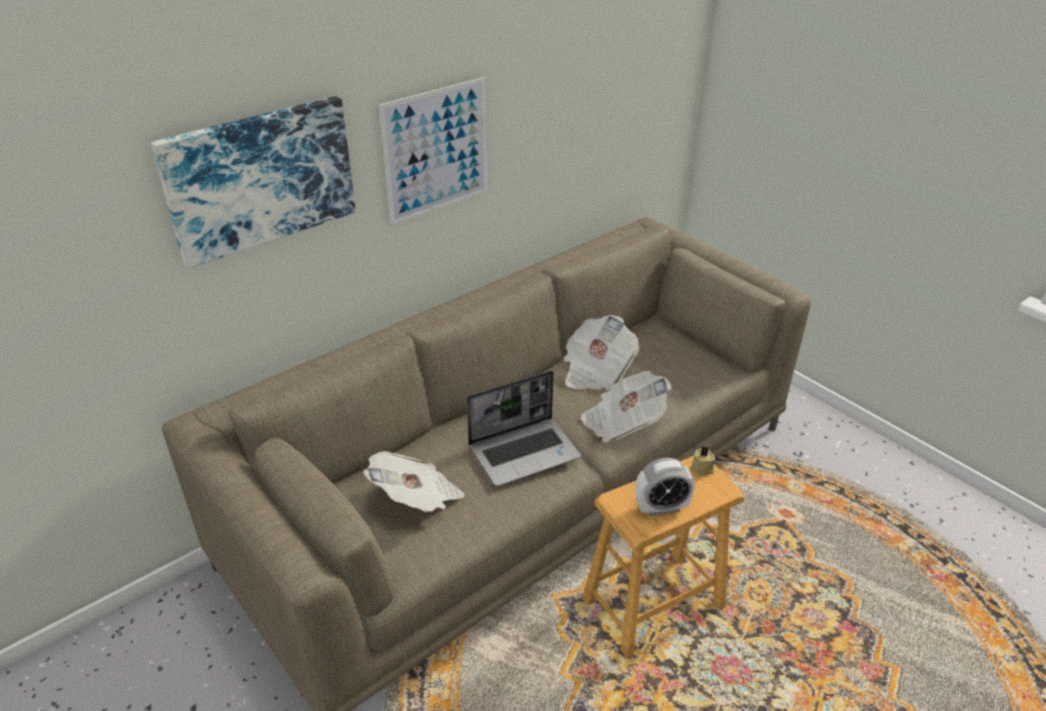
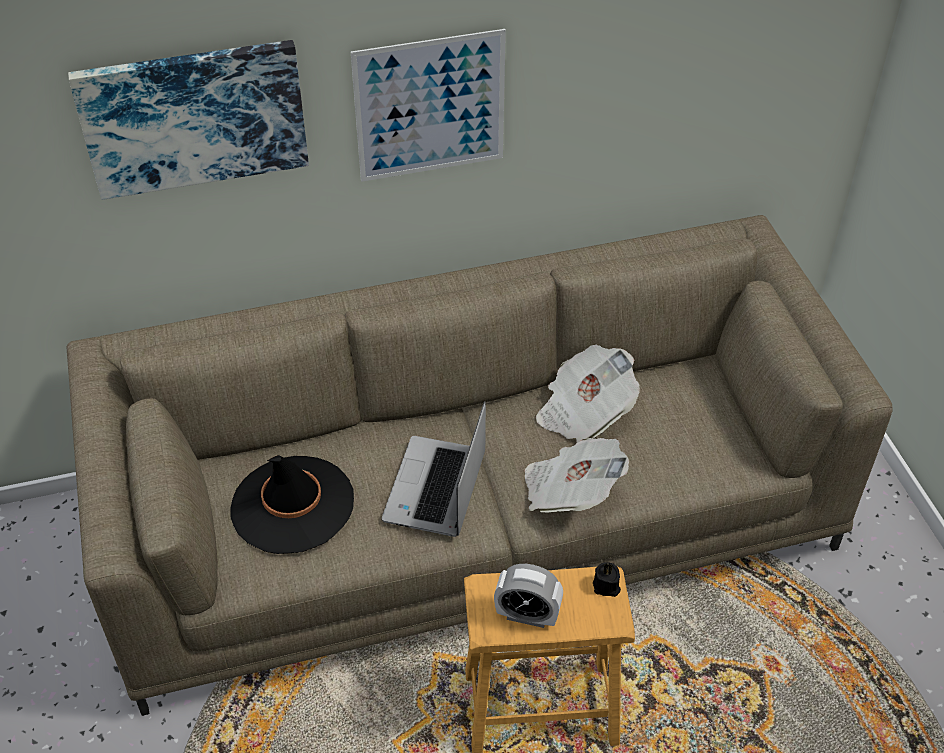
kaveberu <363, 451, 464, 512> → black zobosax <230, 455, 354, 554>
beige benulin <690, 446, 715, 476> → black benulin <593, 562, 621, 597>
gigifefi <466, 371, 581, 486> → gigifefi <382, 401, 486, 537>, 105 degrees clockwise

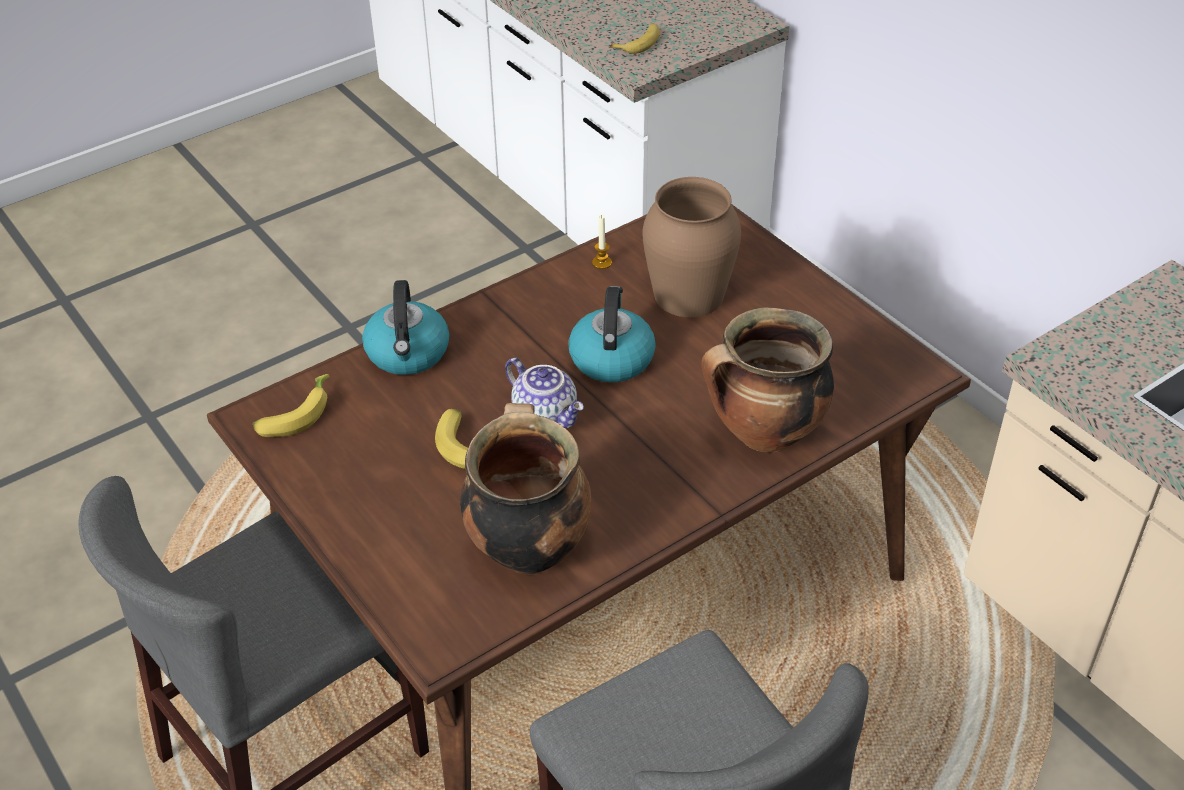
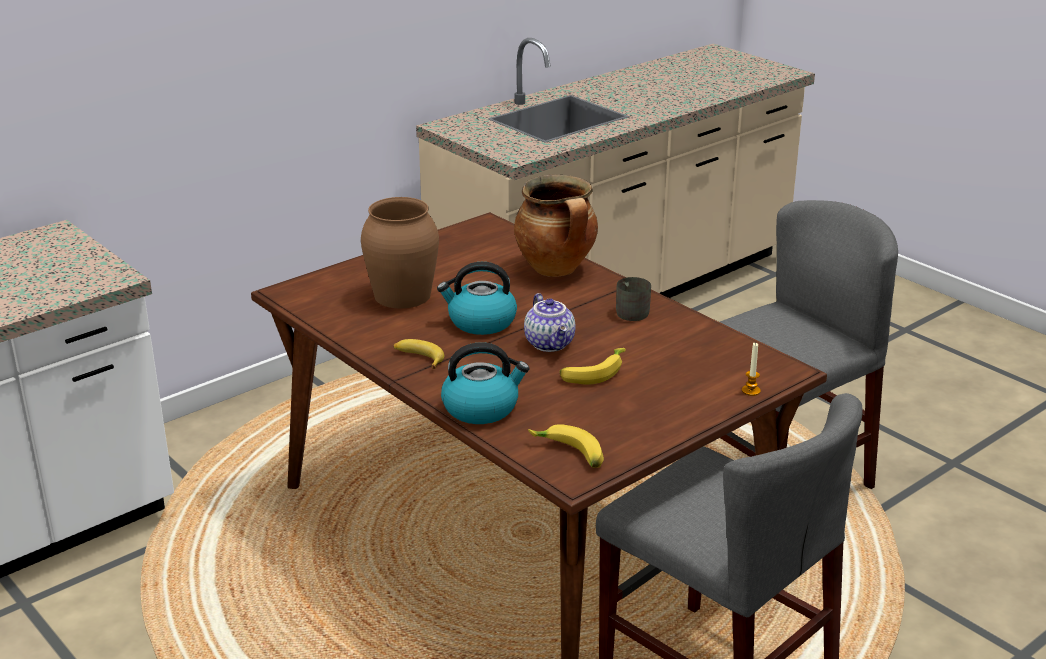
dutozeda <460, 403, 592, 574> → -
- → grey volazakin <616, 277, 651, 321>
benulin <592, 215, 612, 269> → benulin <742, 343, 761, 396>, relocated
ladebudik <610, 23, 660, 54> → ladebudik <393, 339, 444, 369>, relocated
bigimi <505, 358, 584, 429> → bigimi <524, 293, 576, 352>, 120 degrees clockwise

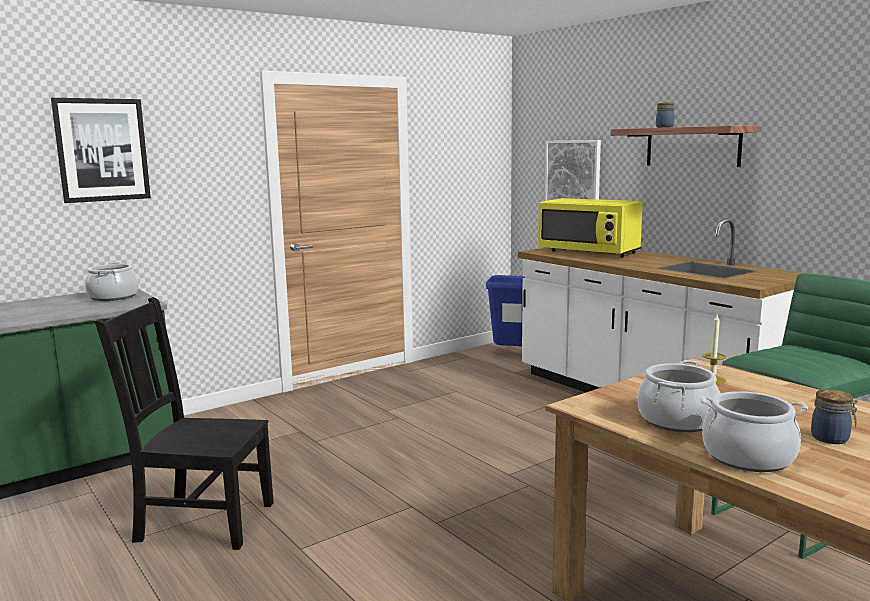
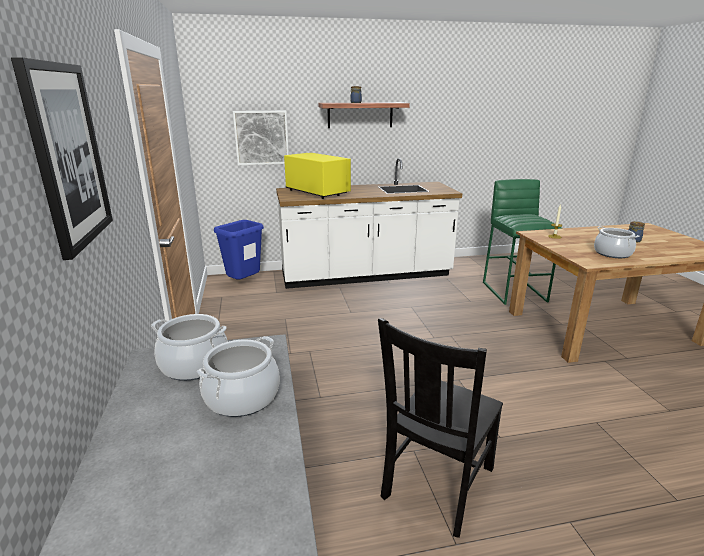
dutozeda <700, 391, 808, 472> → dutozeda <197, 336, 280, 417>, relocated
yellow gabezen <538, 198, 643, 257> → yellow gabezen <284, 153, 351, 199>, 105 degrees counterclockwise

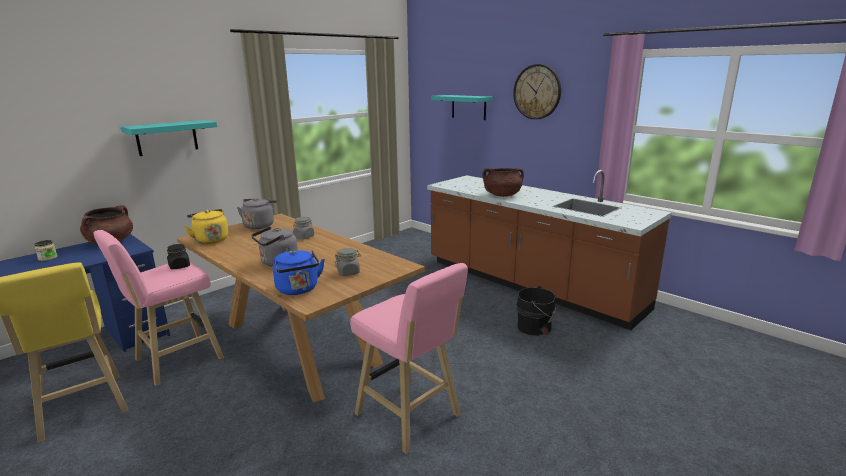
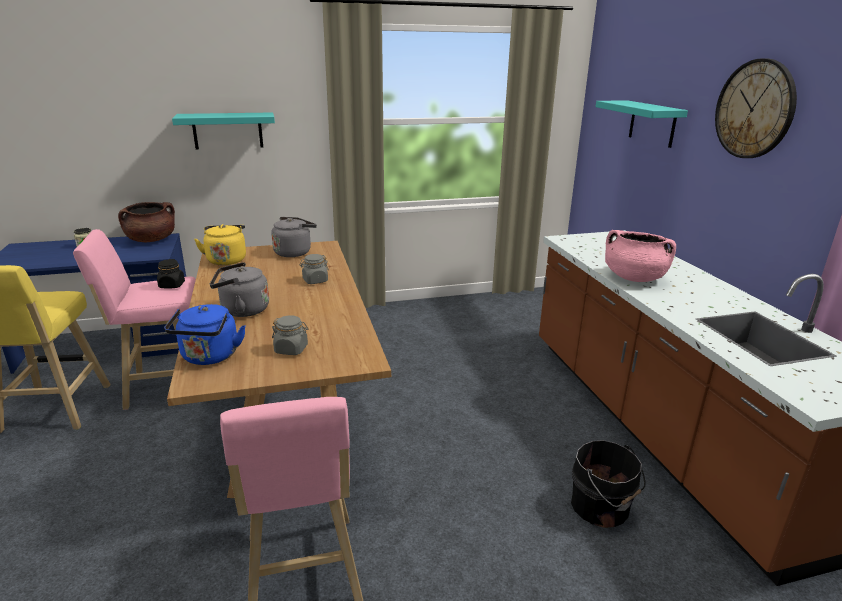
brown dutozeda <483, 168, 524, 197> → pink dutozeda <605, 230, 676, 282>

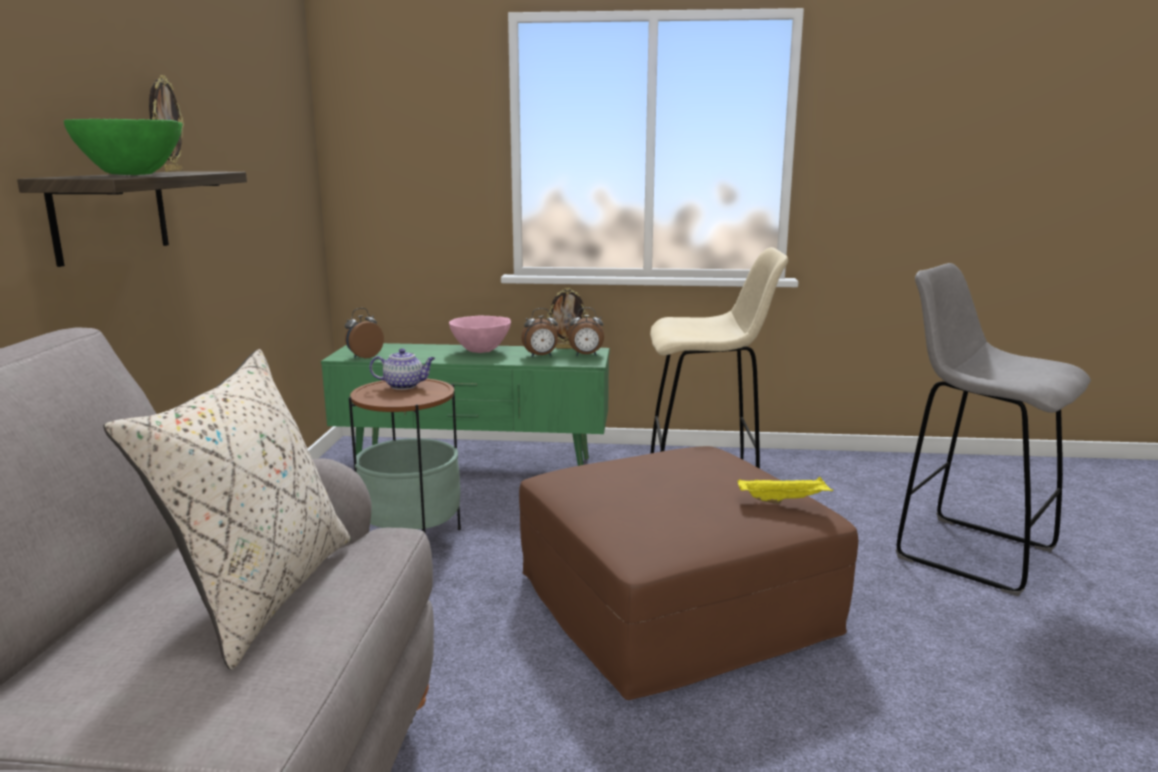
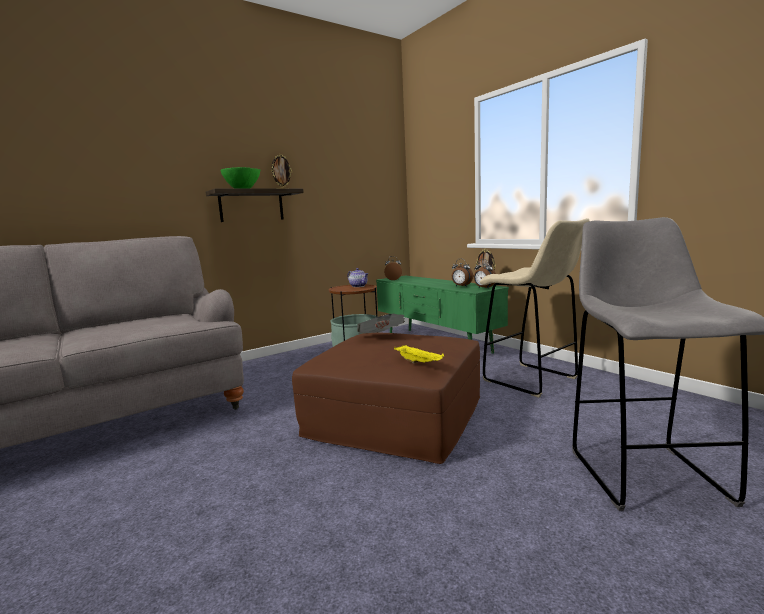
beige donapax <103, 349, 351, 670> → -
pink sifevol <449, 315, 511, 353> → -
- → kaveberu <357, 314, 405, 333>

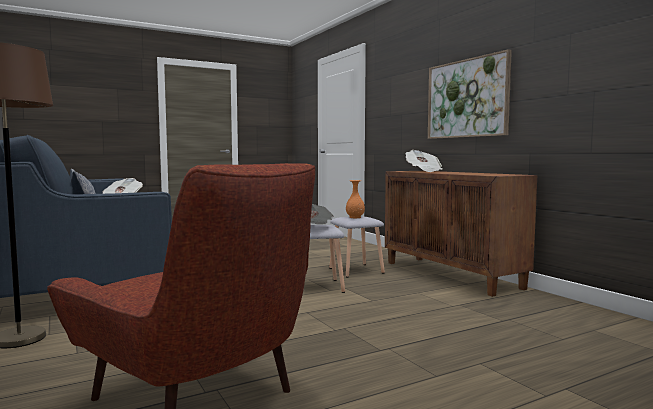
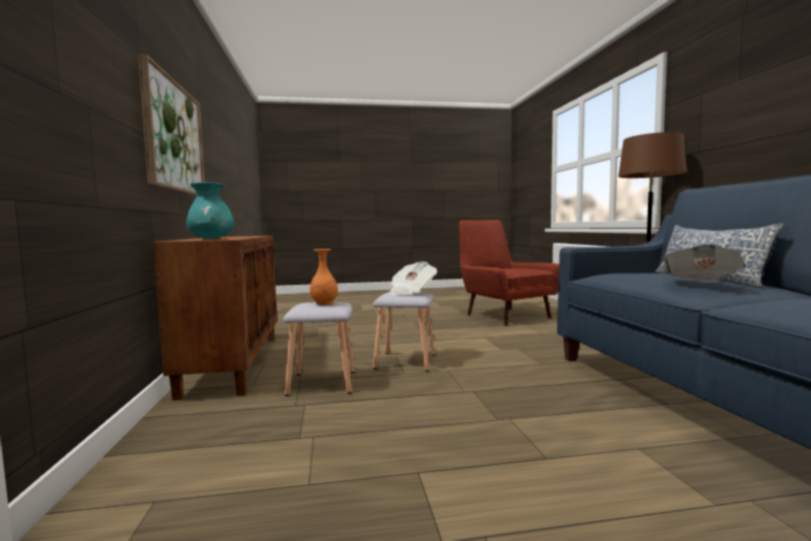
kaveberu <405, 150, 443, 172> → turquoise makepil <186, 182, 234, 239>

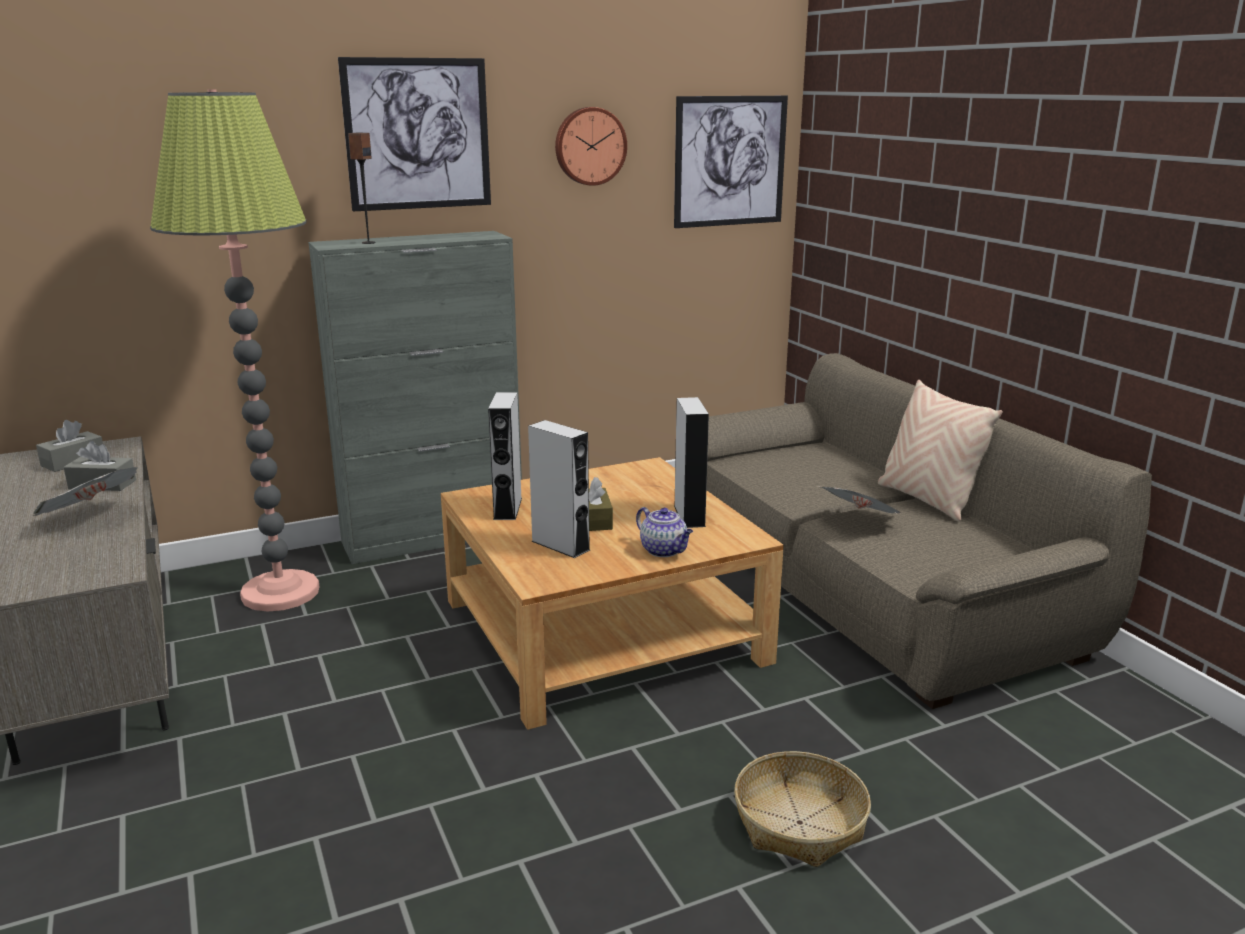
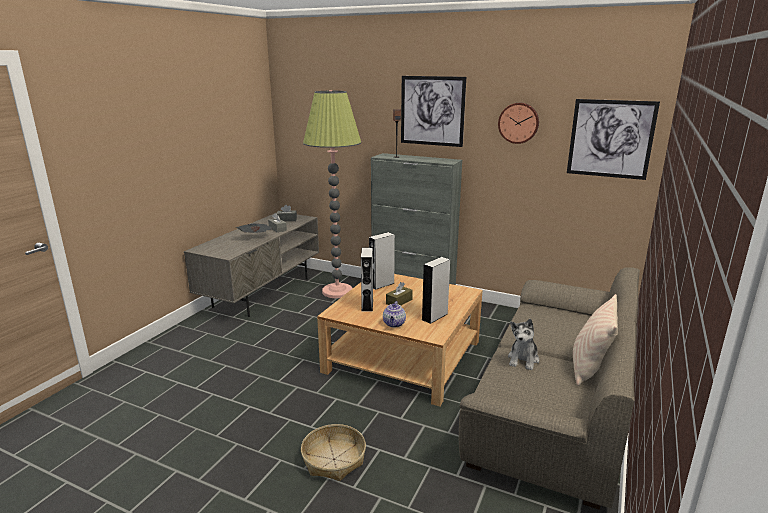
kaveberu <817, 486, 901, 513> → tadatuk <508, 319, 539, 370>

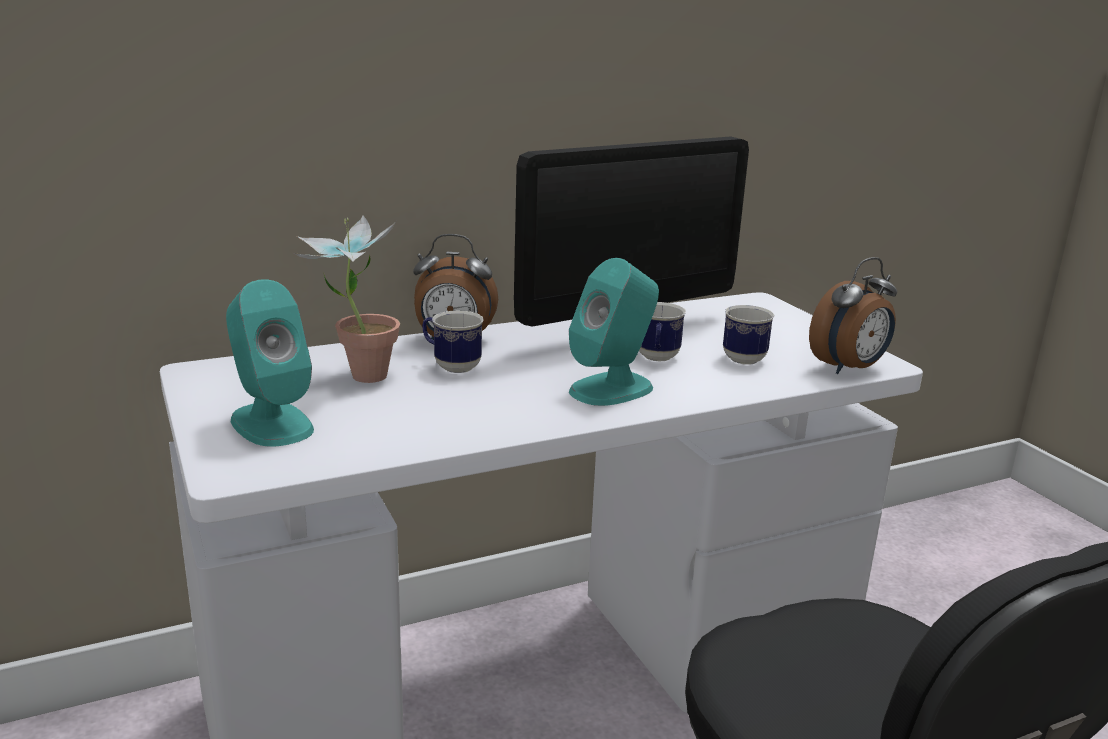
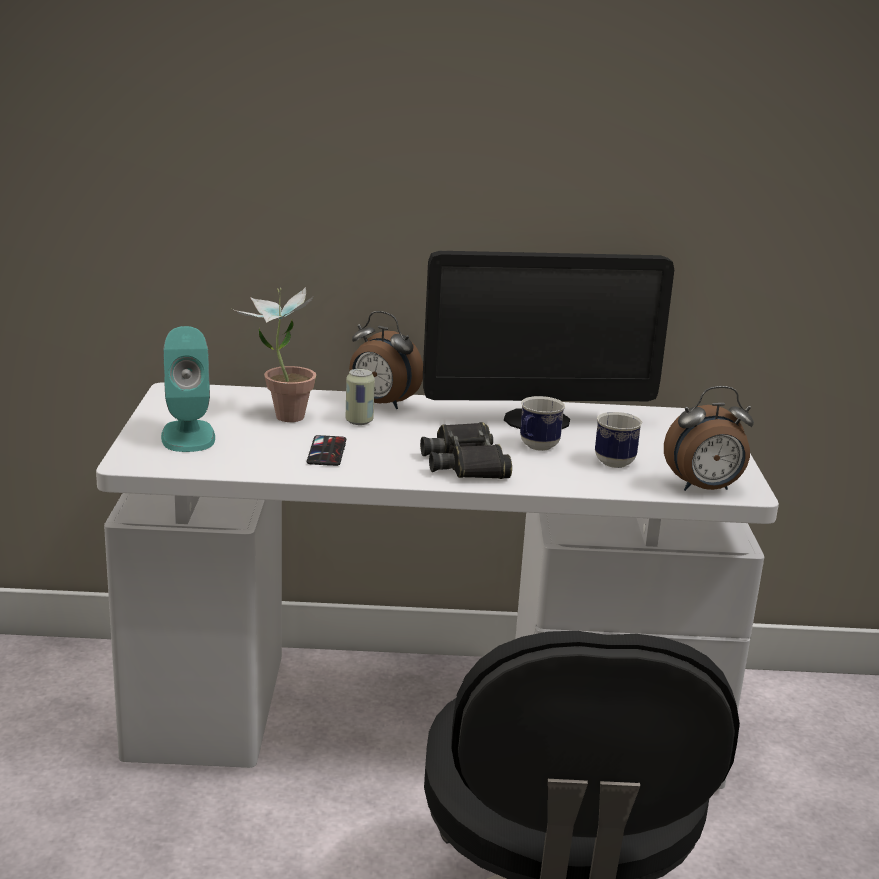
- → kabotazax <307, 435, 346, 466>
volazakin <422, 311, 484, 373> → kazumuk <346, 368, 375, 425>
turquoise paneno <569, 258, 659, 406> → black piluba <420, 422, 512, 479>

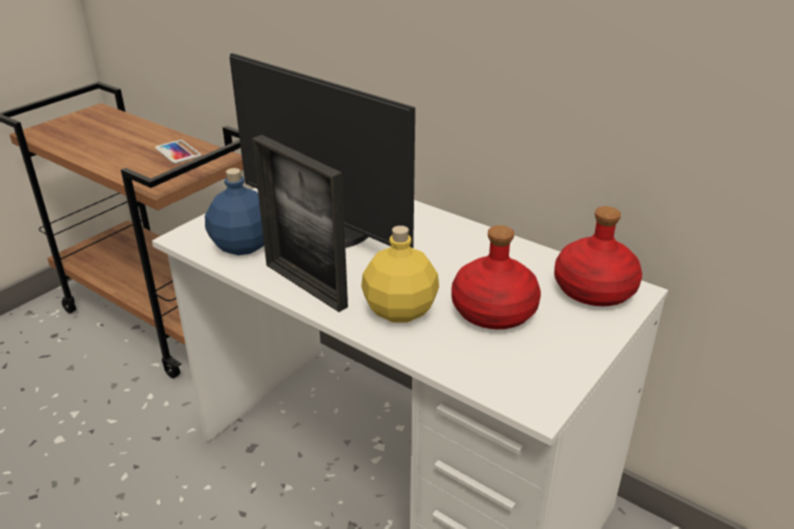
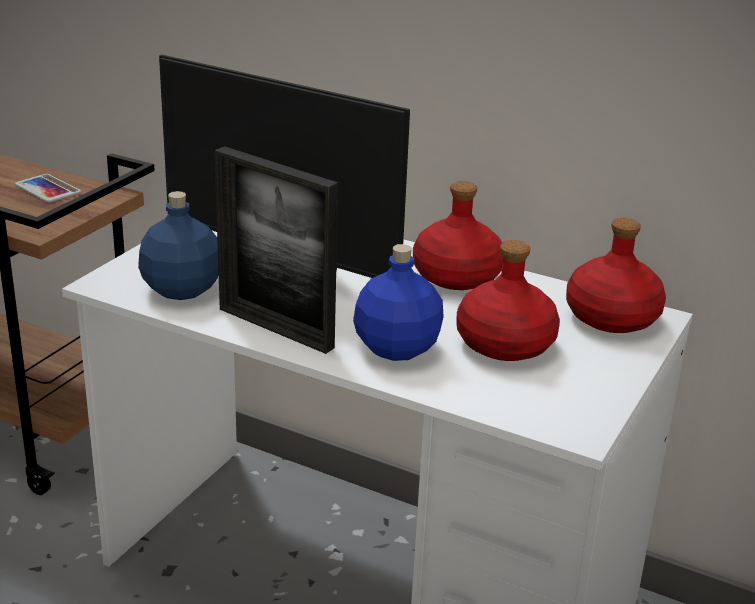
- → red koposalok <413, 181, 503, 290>
yellow koposalok <361, 226, 439, 322> → blue koposalok <353, 244, 444, 361>

